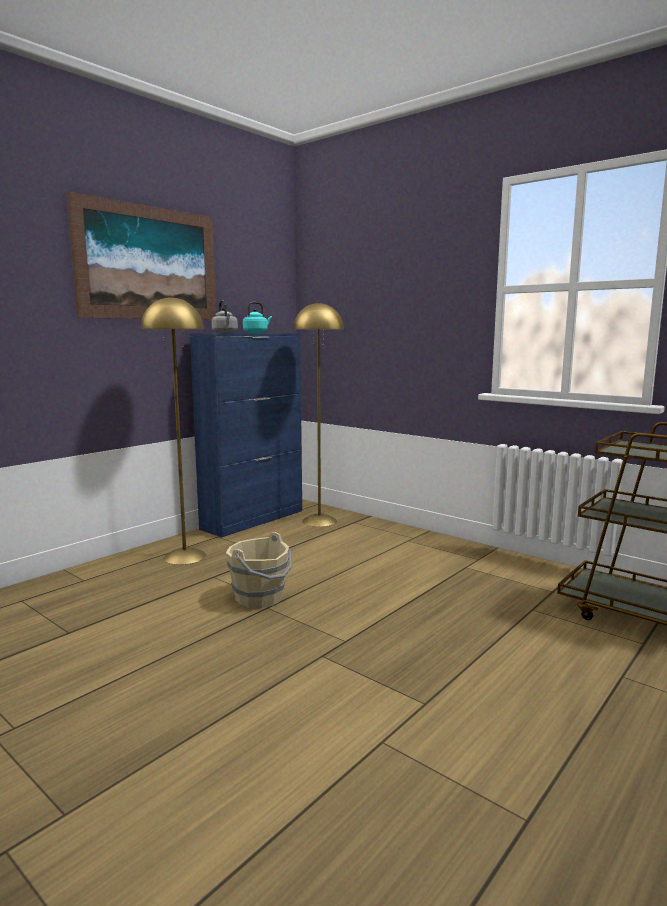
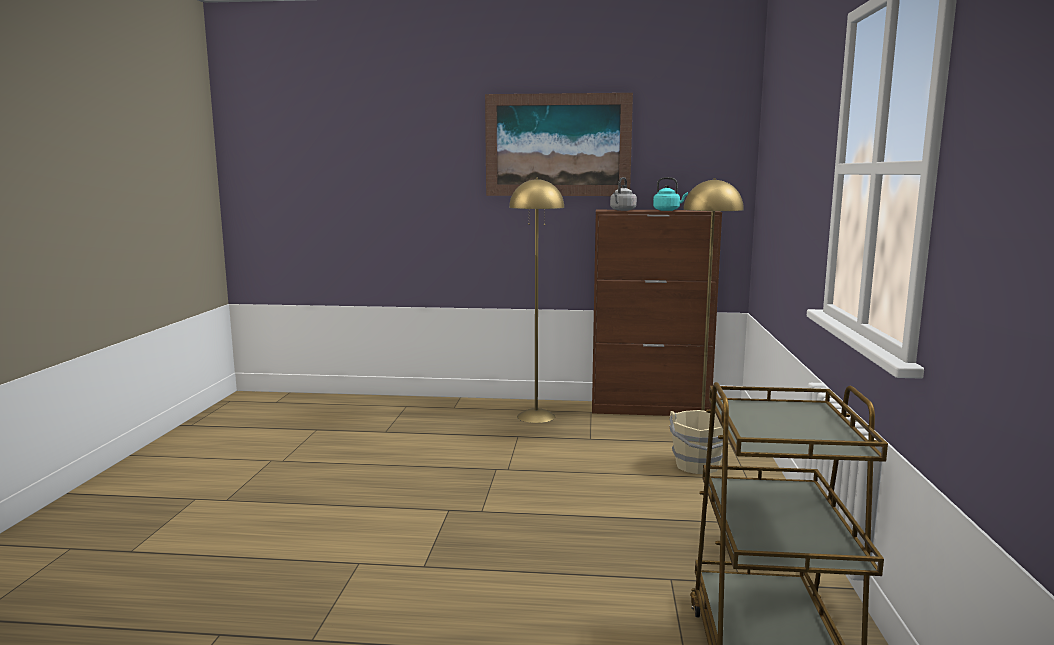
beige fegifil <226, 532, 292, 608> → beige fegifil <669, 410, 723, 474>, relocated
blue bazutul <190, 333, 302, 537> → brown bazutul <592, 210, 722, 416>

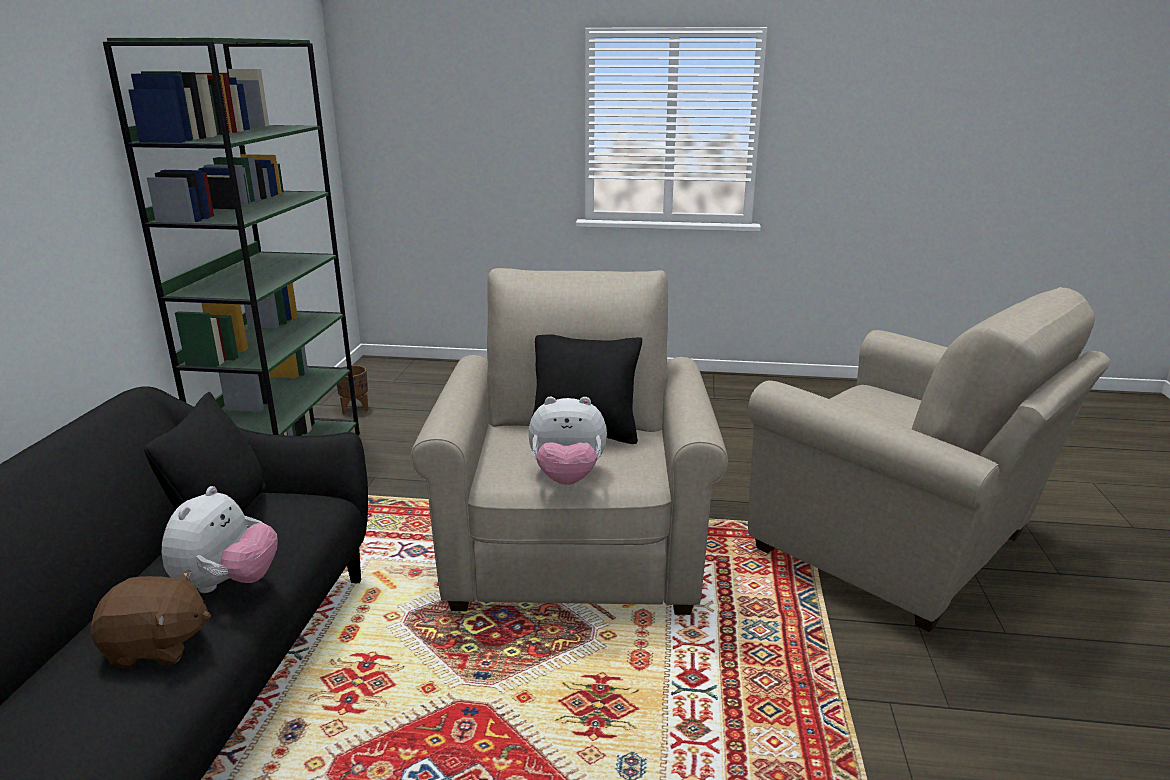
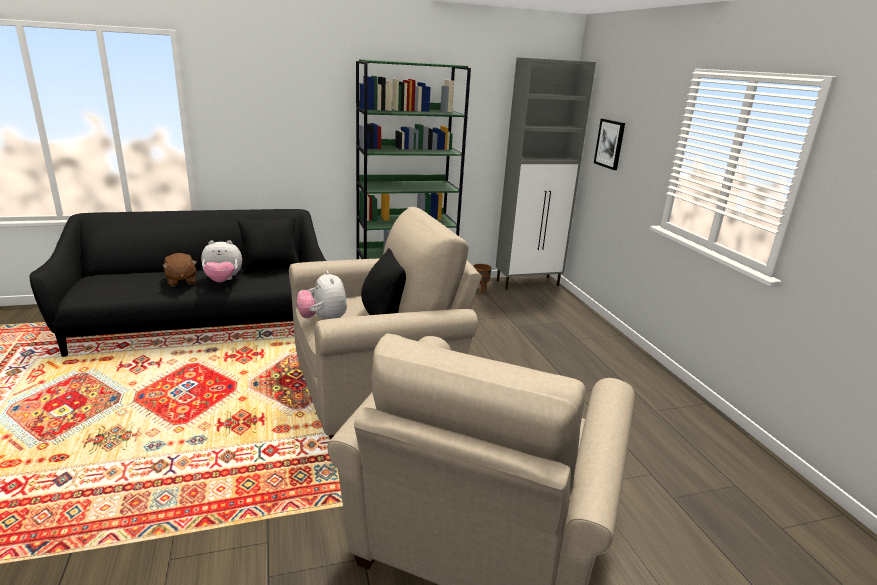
- → grey bazutul <496, 58, 596, 289>
- → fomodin <594, 118, 625, 170>

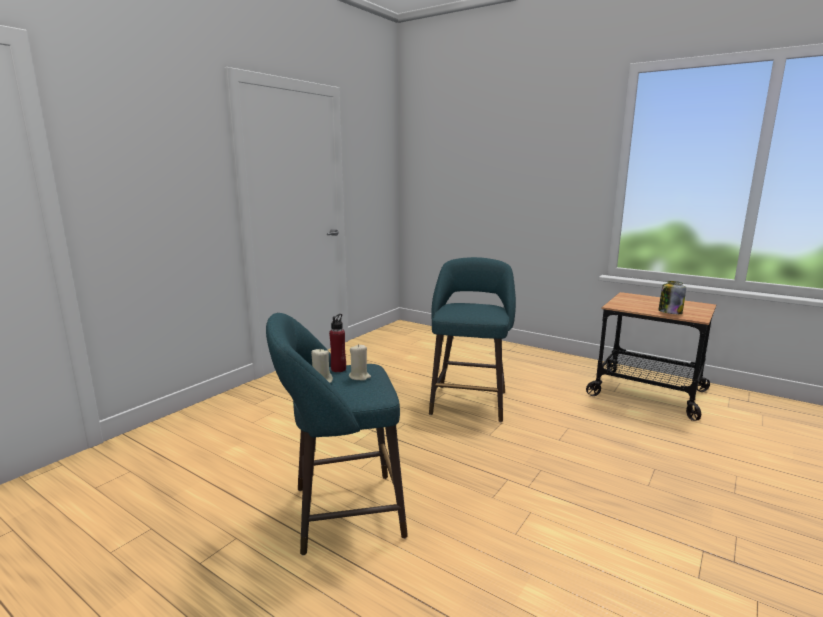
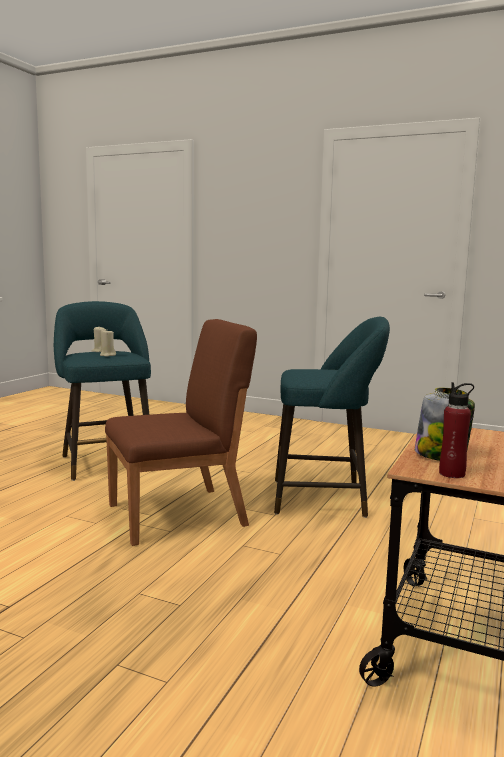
- → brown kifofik <105, 319, 257, 546>
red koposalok <329, 314, 346, 372> → red koposalok <439, 382, 474, 478>, relocated

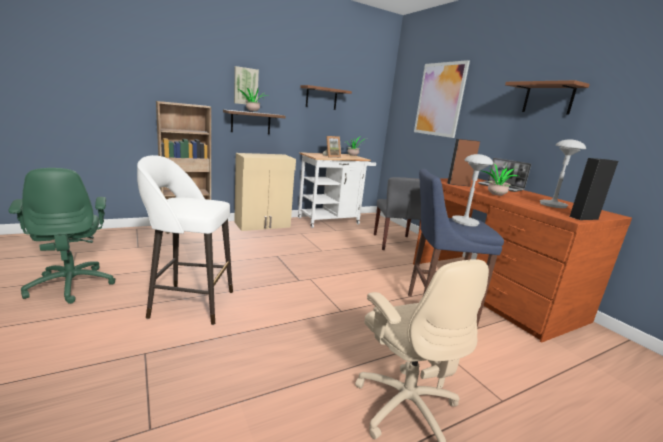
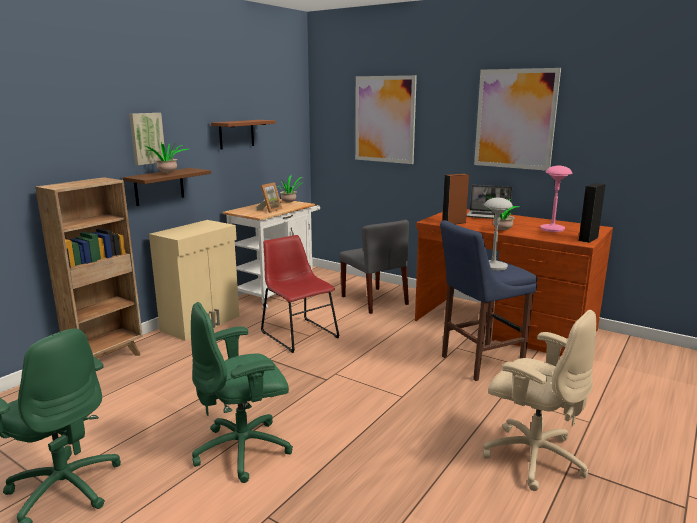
- → red kifofik <261, 235, 340, 353>
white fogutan <137, 155, 233, 325> → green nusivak <191, 302, 293, 483>
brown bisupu <505, 80, 590, 115> → fomodin <474, 68, 561, 171>
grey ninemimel <540, 139, 586, 208> → pink ninemimel <540, 166, 572, 232>

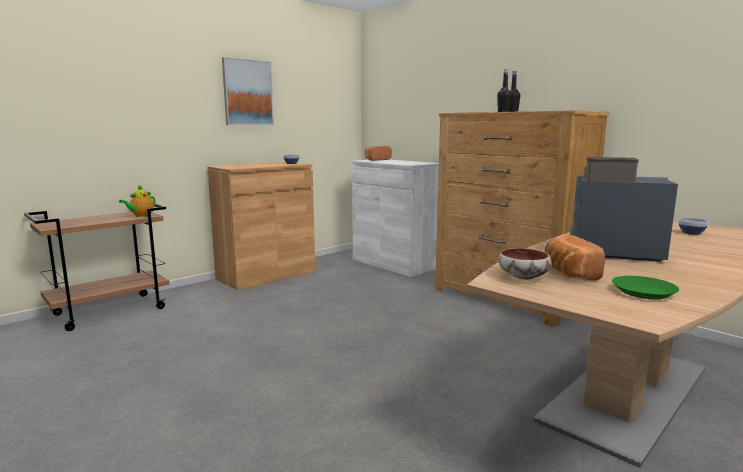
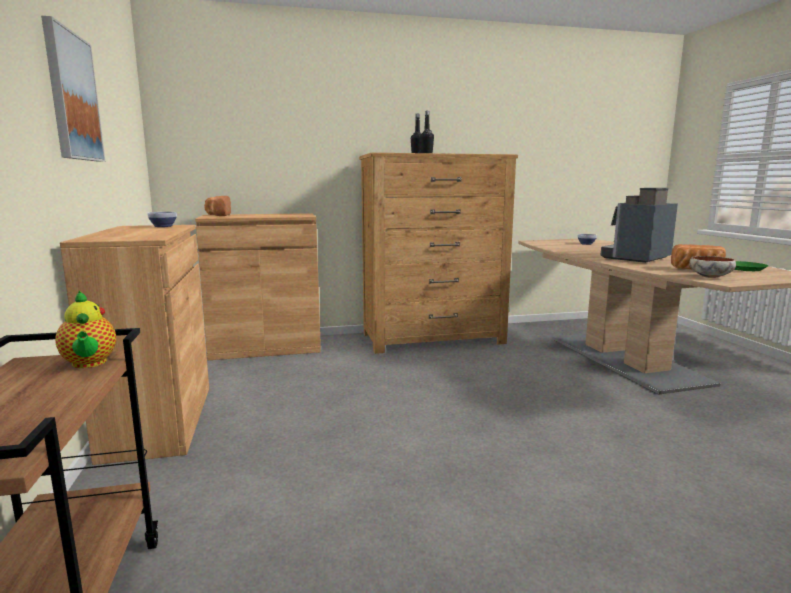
white bazutul <352, 160, 439, 277> → brown bazutul <195, 213, 321, 360>

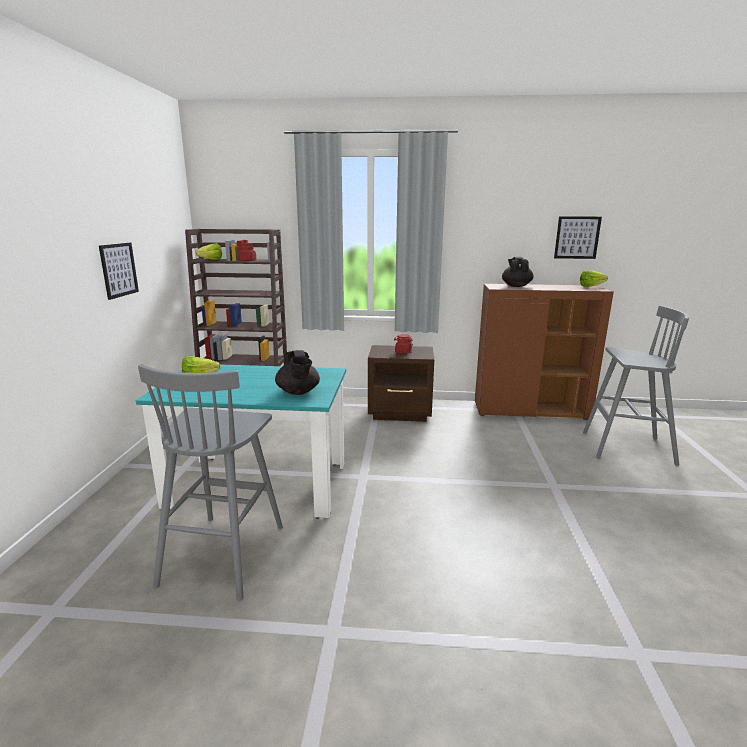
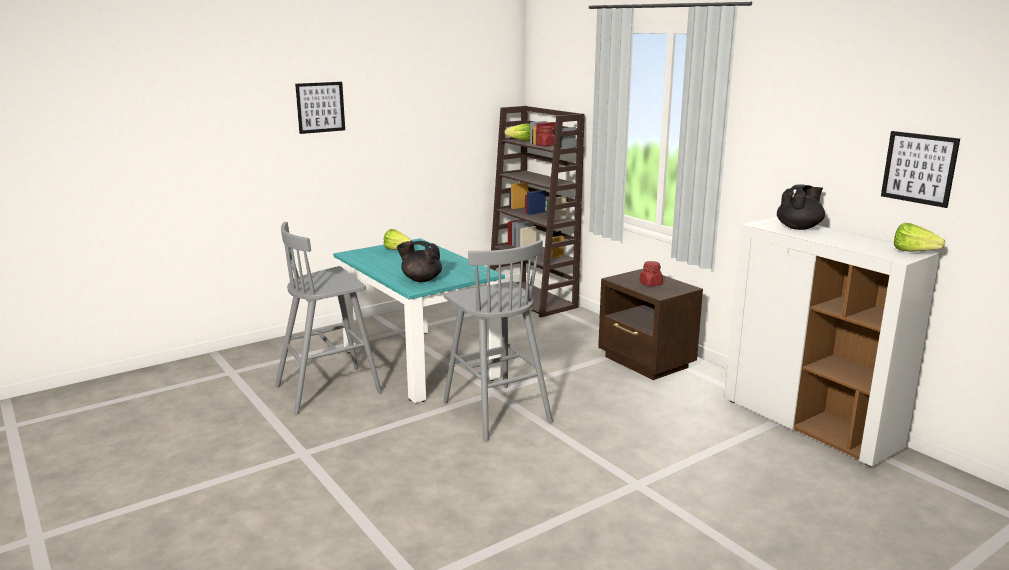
fomodin <99, 243, 139, 300> → fomodin <295, 82, 345, 134>, relocated
grey fogutan <583, 306, 689, 466> → grey fogutan <443, 240, 553, 442>, relocated
brown bazutul <475, 284, 614, 420> → white bazutul <724, 217, 940, 467>
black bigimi <275, 350, 320, 395> → black bigimi <397, 241, 442, 282>, 75 degrees clockwise

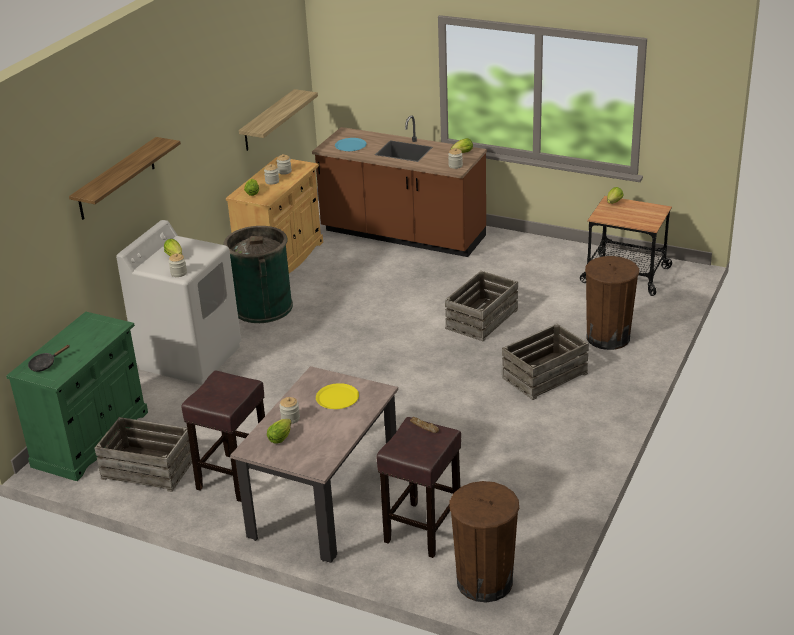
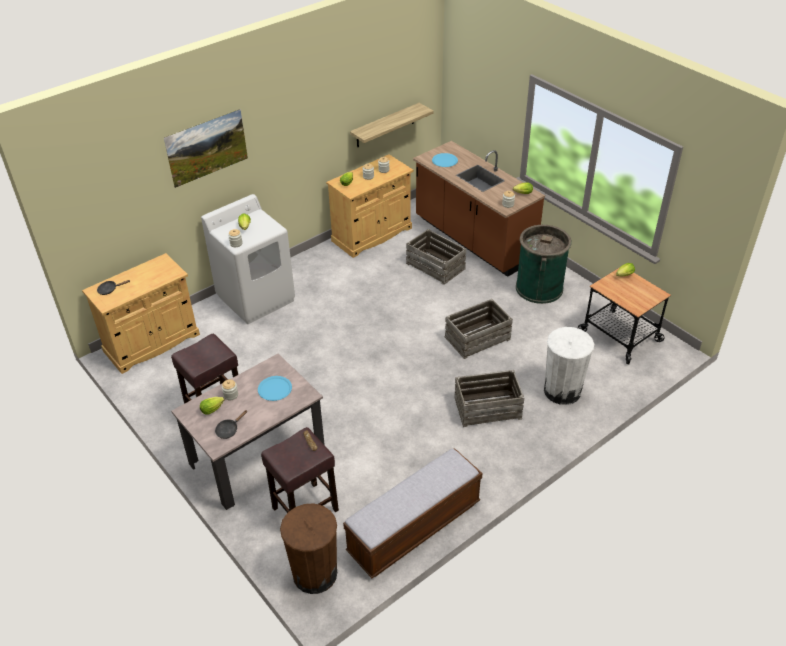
- → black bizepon <215, 410, 247, 439>
- → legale <343, 448, 482, 578>
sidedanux <95, 417, 192, 492> → sidedanux <406, 229, 466, 285>, relocated
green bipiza <223, 226, 293, 323> → green bipiza <516, 225, 572, 304>, relocated
bisupu <69, 137, 181, 220> → fomodin <164, 109, 248, 188>
green bazutul <6, 312, 148, 481> → beige bazutul <82, 253, 200, 374>
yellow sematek <316, 383, 359, 409> → blue sematek <258, 376, 292, 401>
brown bipiza <585, 256, 639, 350> → white bipiza <544, 327, 594, 405>

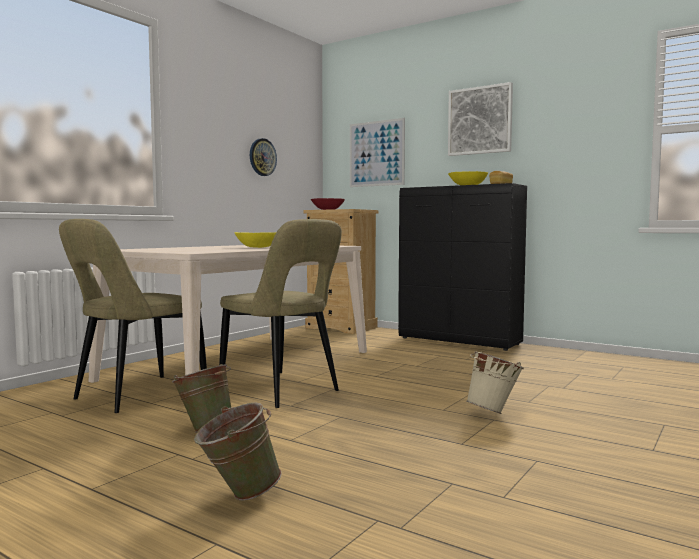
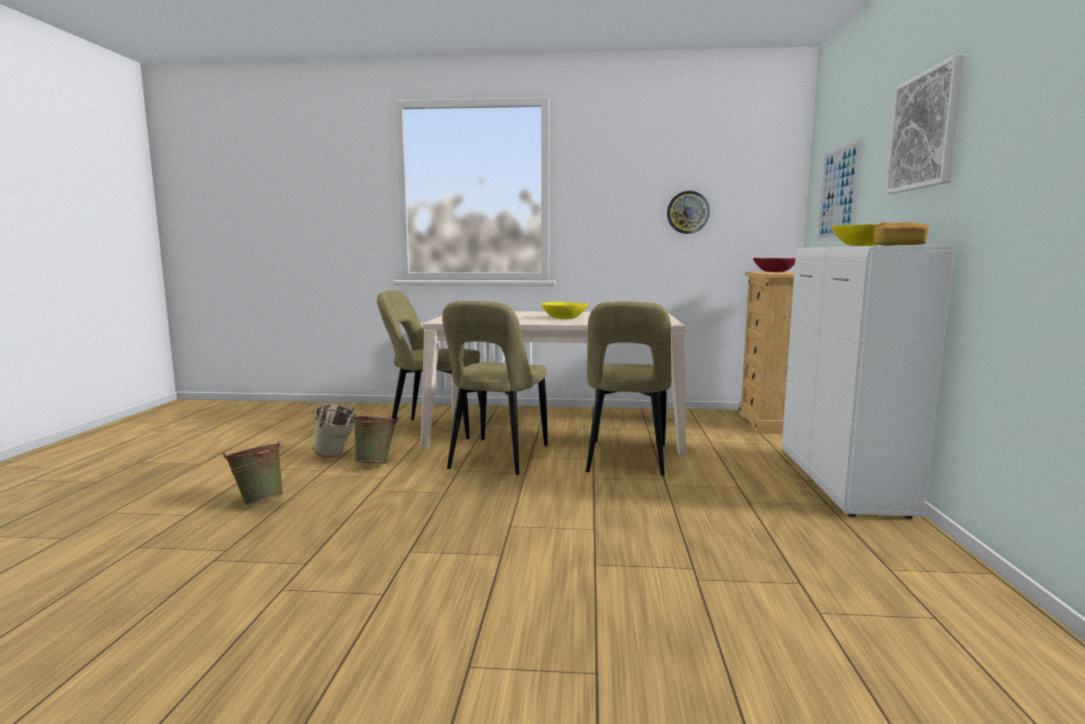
- → beige kifofik <586, 301, 672, 476>
beige fegifil <466, 351, 524, 414> → beige fegifil <311, 404, 357, 458>, relocated
black bazutul <398, 183, 527, 351> → white bazutul <782, 246, 955, 519>

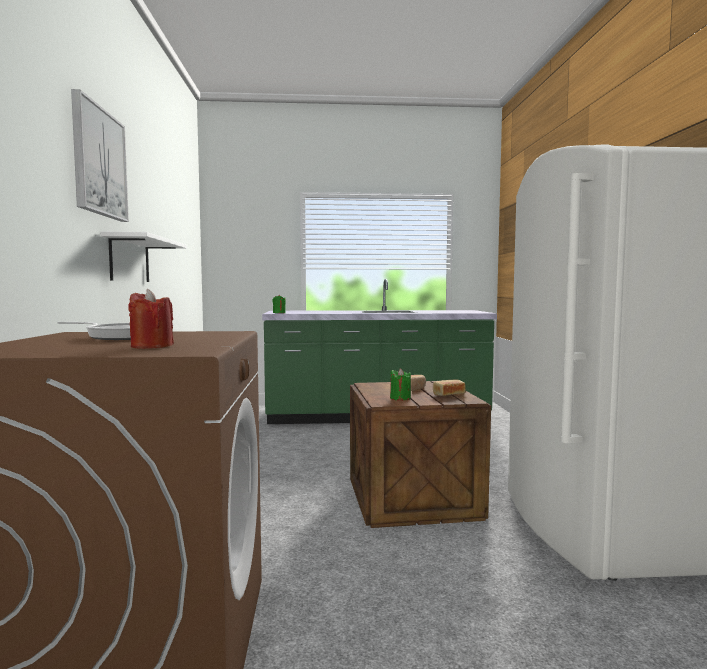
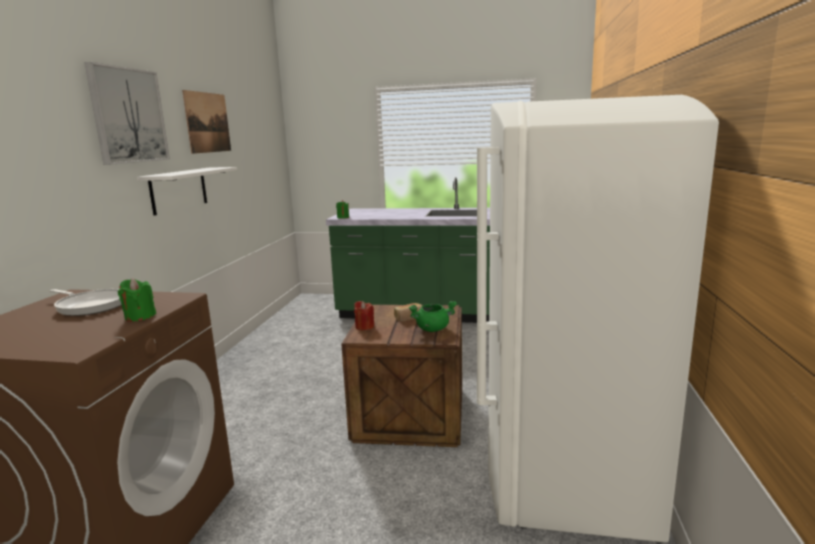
- → fomodin <182, 90, 231, 154>
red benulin <128, 289, 174, 349> → red benulin <354, 301, 375, 330>, relocated
green benulin <390, 369, 411, 401> → green benulin <118, 278, 156, 322>, relocated
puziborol <433, 380, 466, 396> → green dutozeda <409, 301, 457, 332>

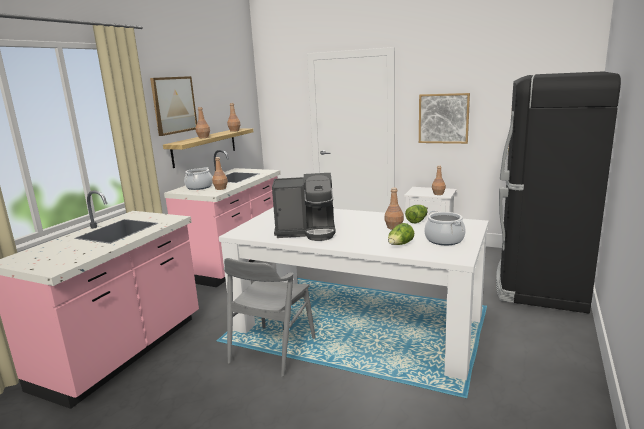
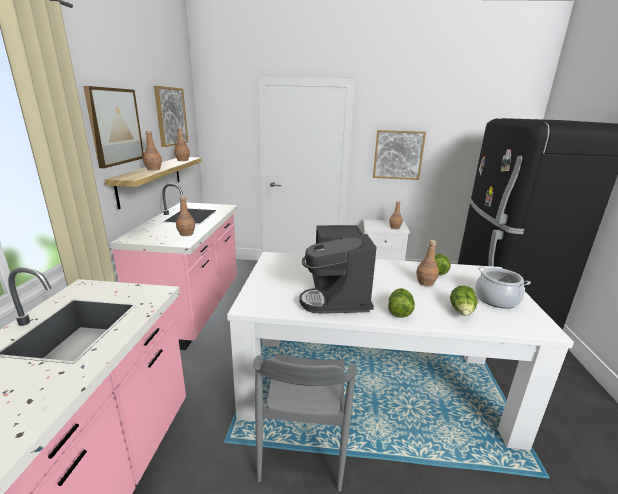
dutozeda <184, 167, 213, 190> → -
- → fomodin <154, 86, 188, 147>
- → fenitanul <388, 288, 415, 318>
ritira <272, 173, 336, 241> → ritira <299, 225, 376, 314>, 105 degrees clockwise

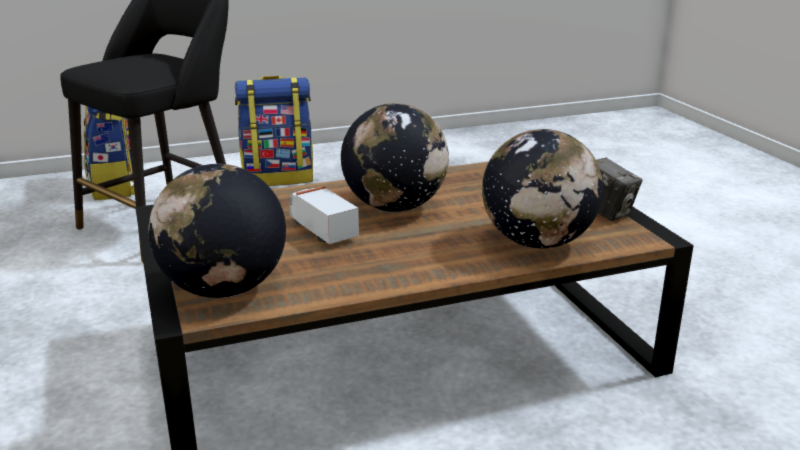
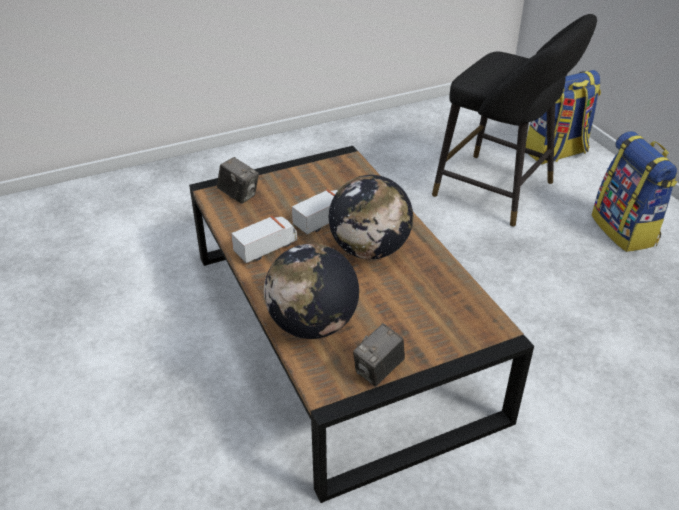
- → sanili <231, 216, 298, 263>
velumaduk <148, 164, 286, 298> → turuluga <217, 157, 259, 204>

